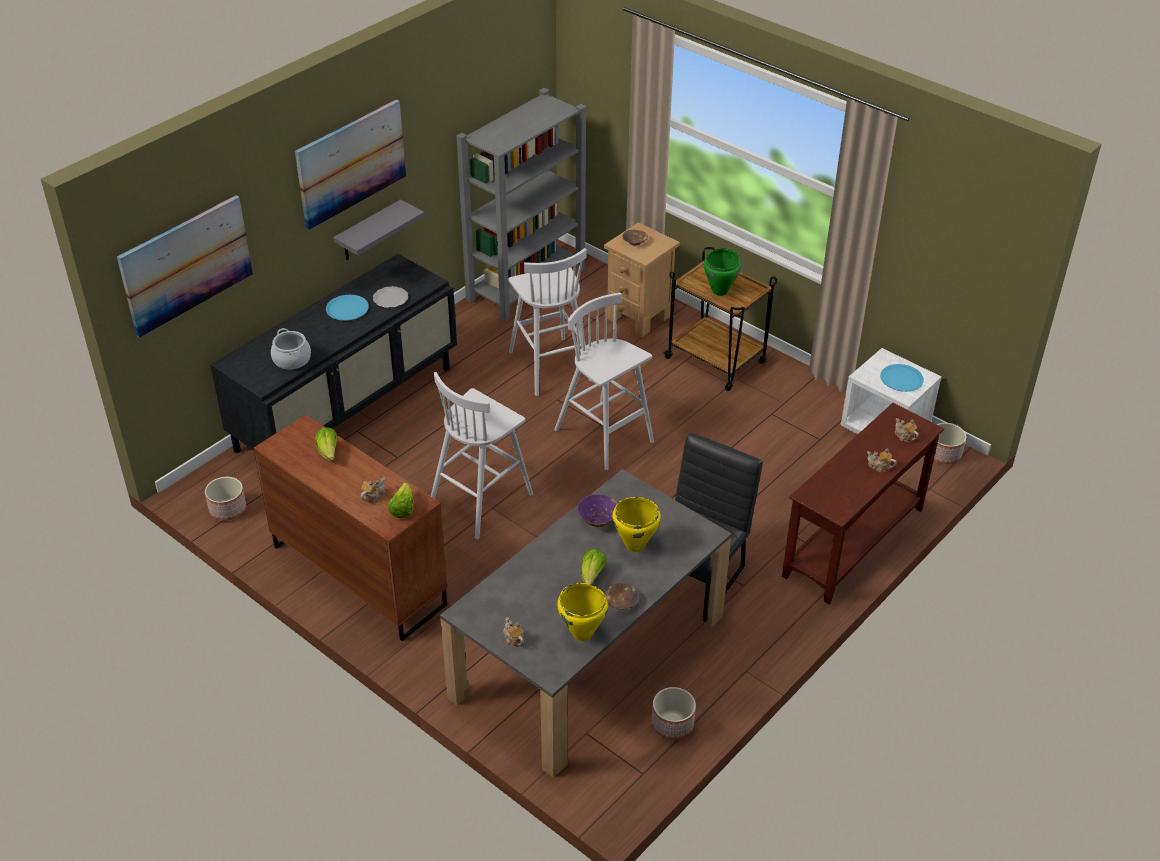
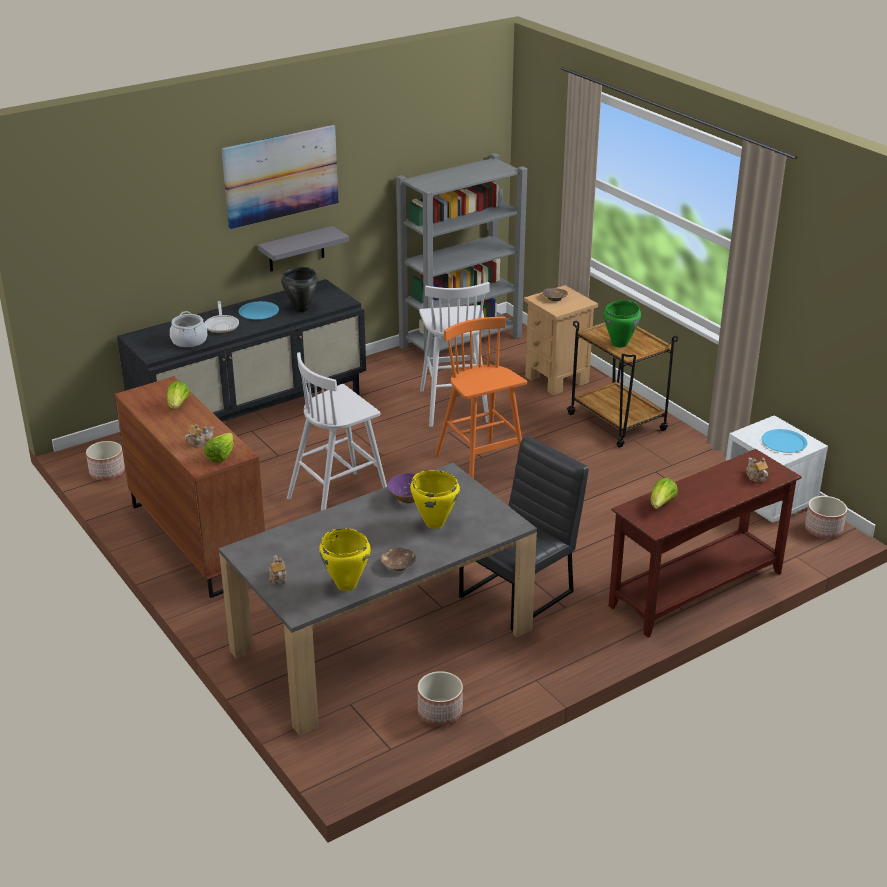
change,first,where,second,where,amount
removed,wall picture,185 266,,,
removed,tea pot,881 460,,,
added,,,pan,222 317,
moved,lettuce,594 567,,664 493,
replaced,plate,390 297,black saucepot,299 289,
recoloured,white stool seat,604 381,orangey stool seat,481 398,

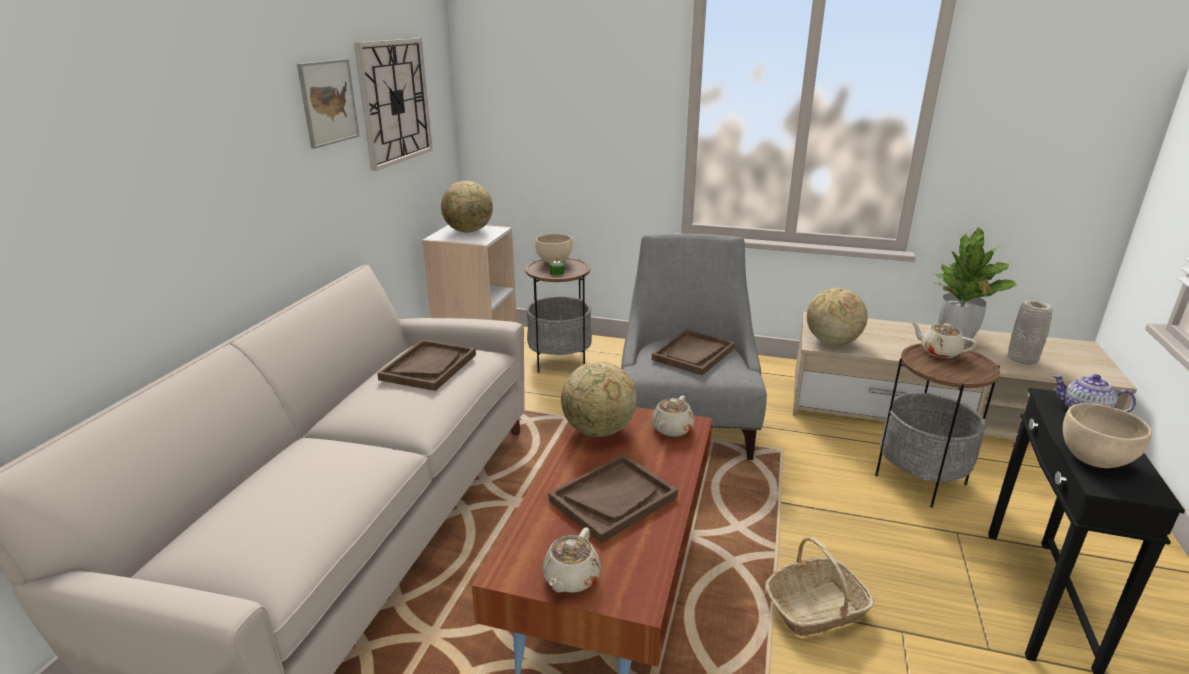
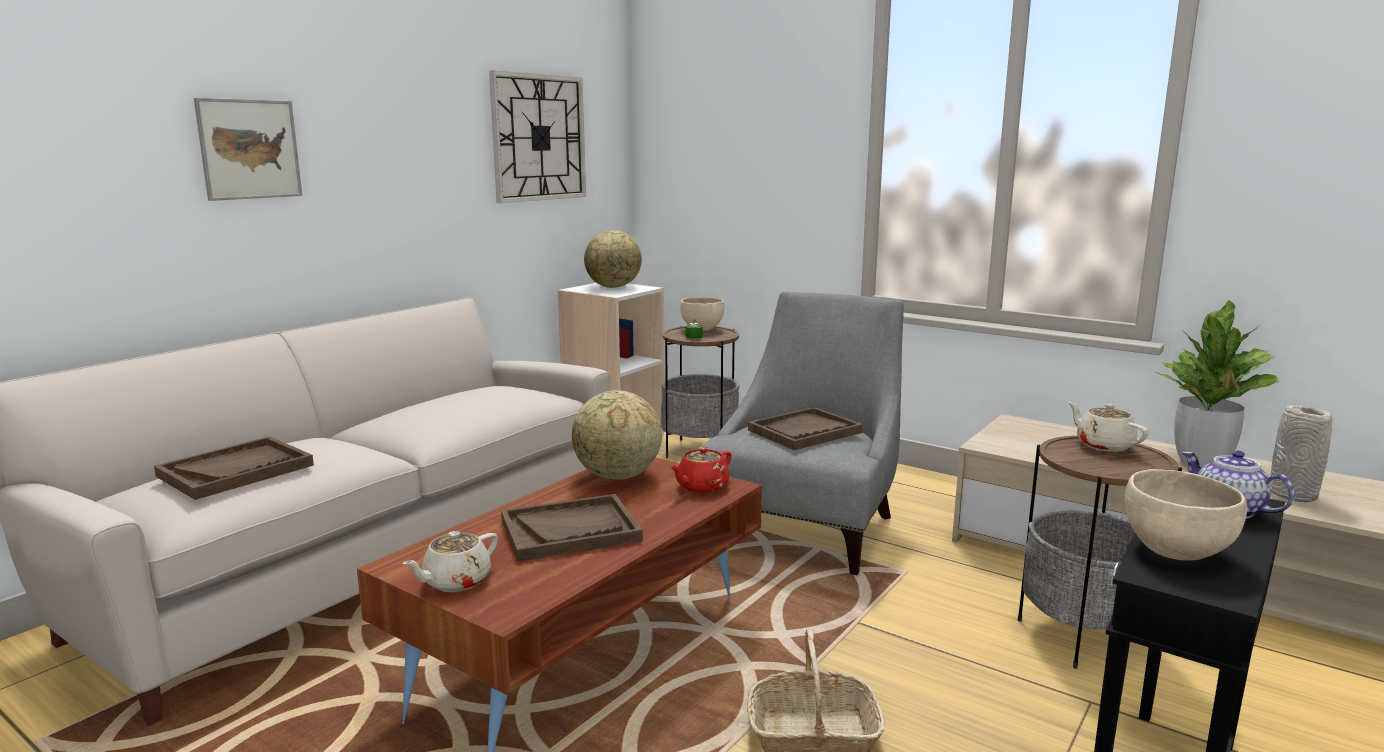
change,first,where,second,where,amount
removed,globe,837 316,,,
moved,wall picture,328 104,,248 149,
moved,brown tray,426 365,,234 468,
recoloured,sand-coloured tea pot,673 416,red-coloured tea pot,700 470,

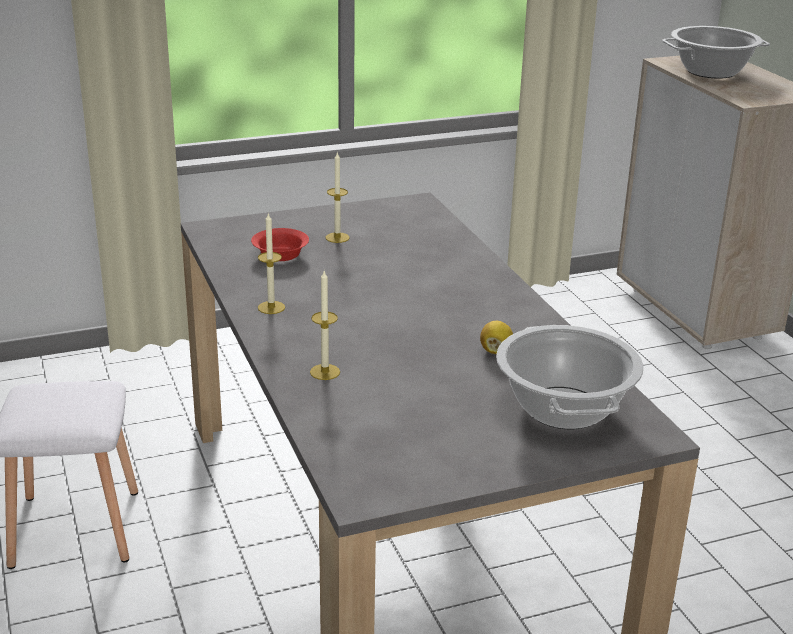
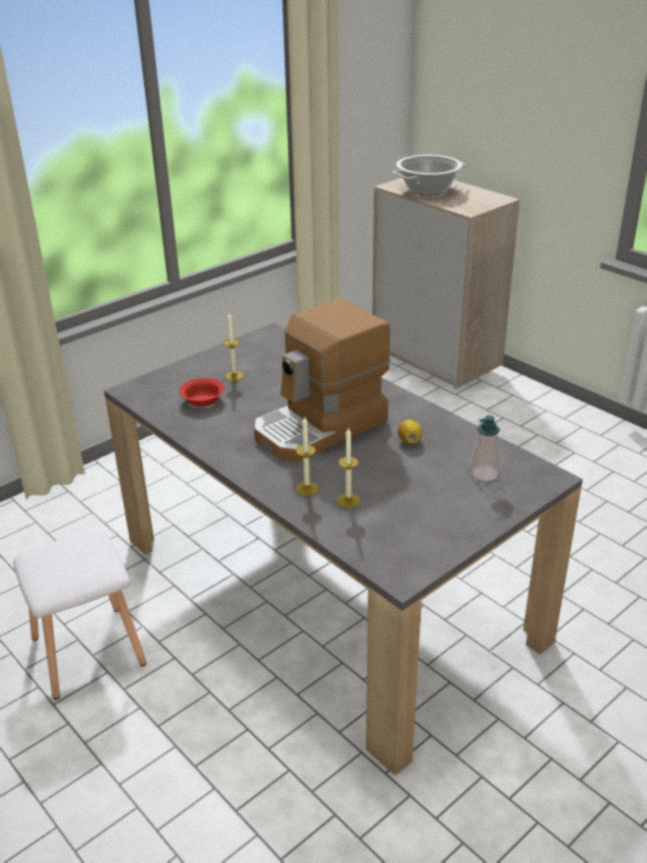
change,first,where,second,where,amount
added,,,coffee machine,322 380,
moved,candle,271 263,,348 467,
replaced,saucepot,570 377,soap bottle,485 448,

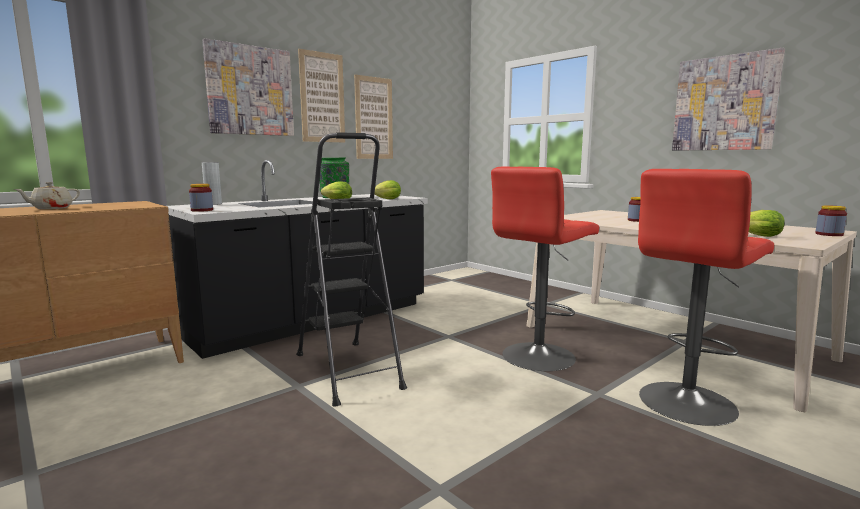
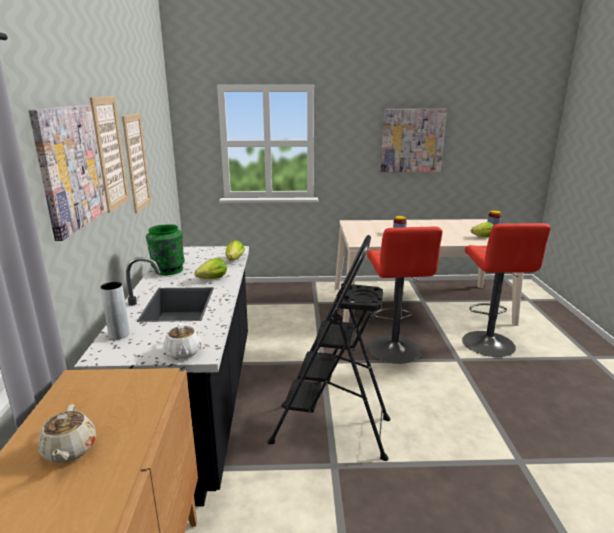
change,first,where,second,where,amount
replaced,preserve jar,201 198,white tea pot,182 341,

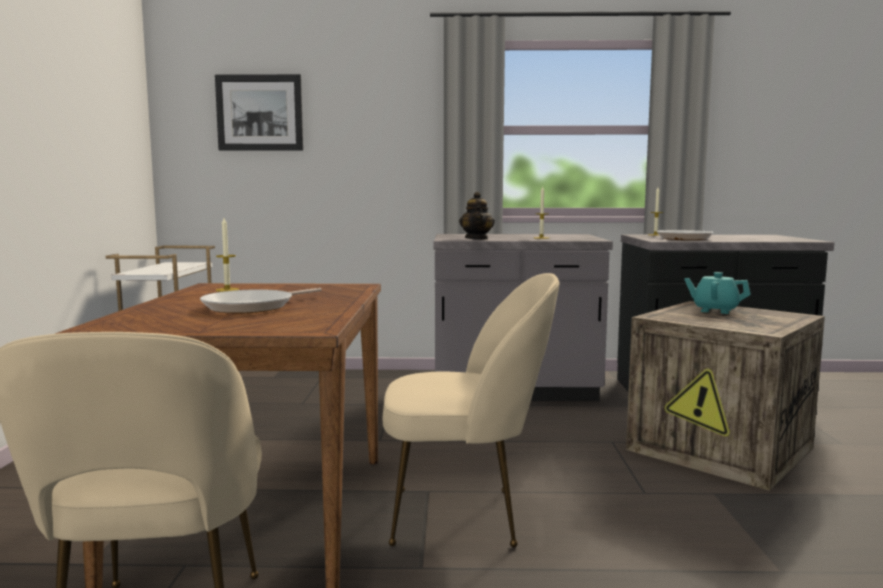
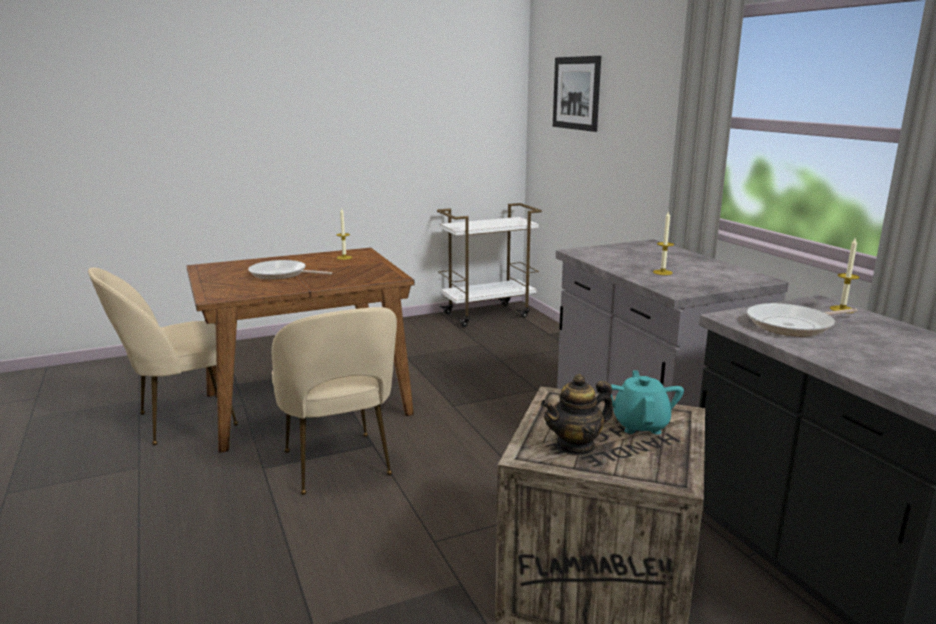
change,first,where,second,where,amount
moved,tea pot,477 216,,577 415,

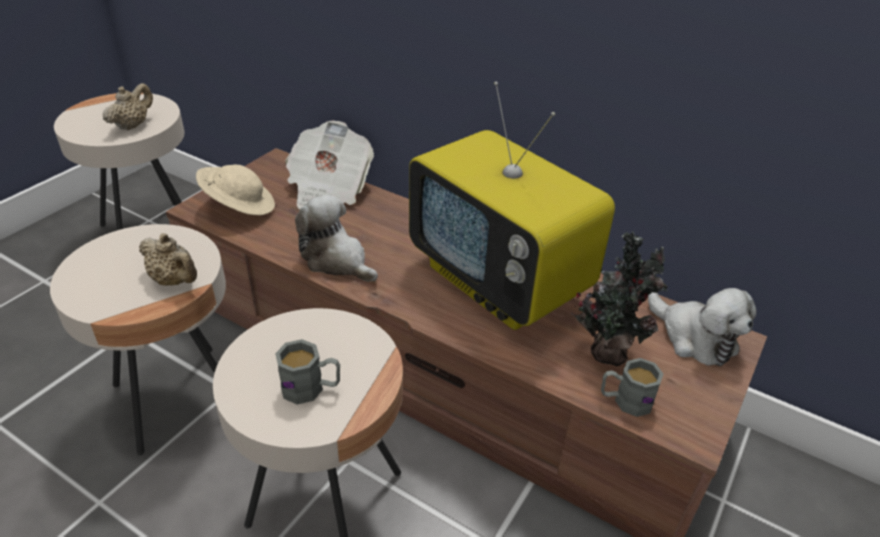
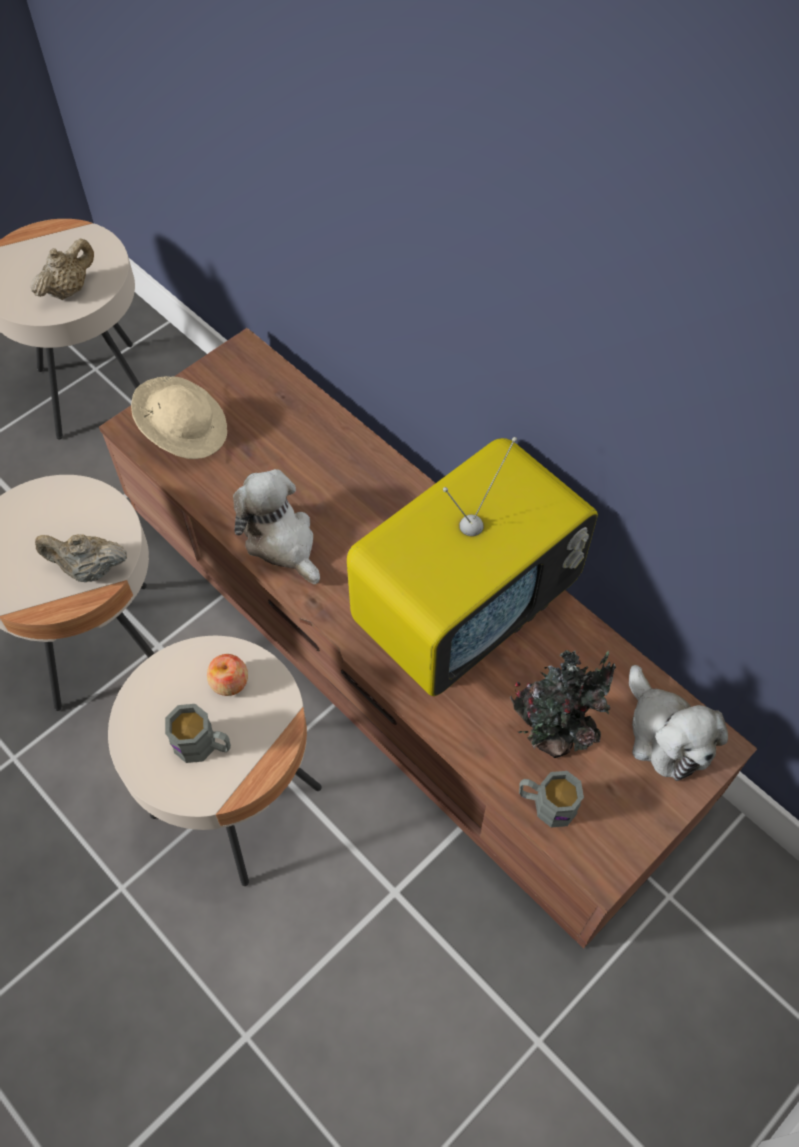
change,first,where,second,where,amount
removed,printed paper,329 165,,,
added,,,apple fruit,227 675,
turned,sand-coloured tea pot,168 259,,81 558,135 degrees clockwise
turned,TV,512 206,,472 566,105 degrees counterclockwise

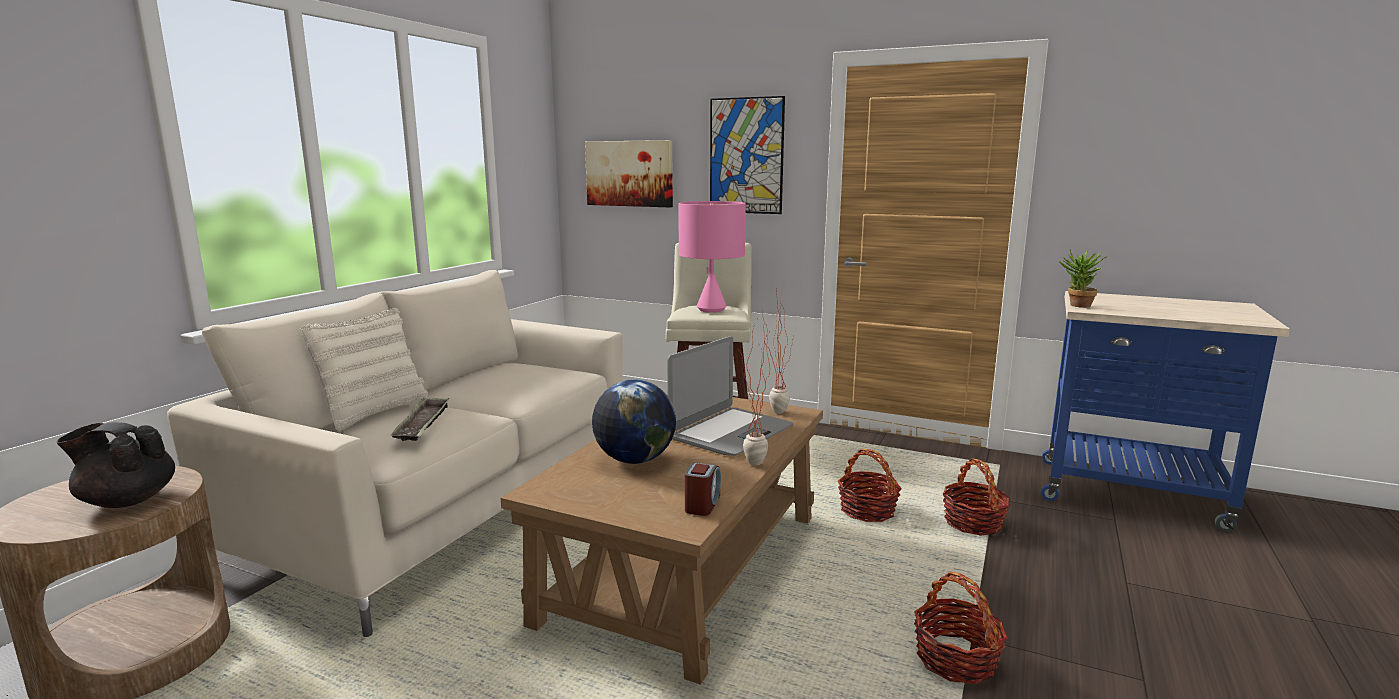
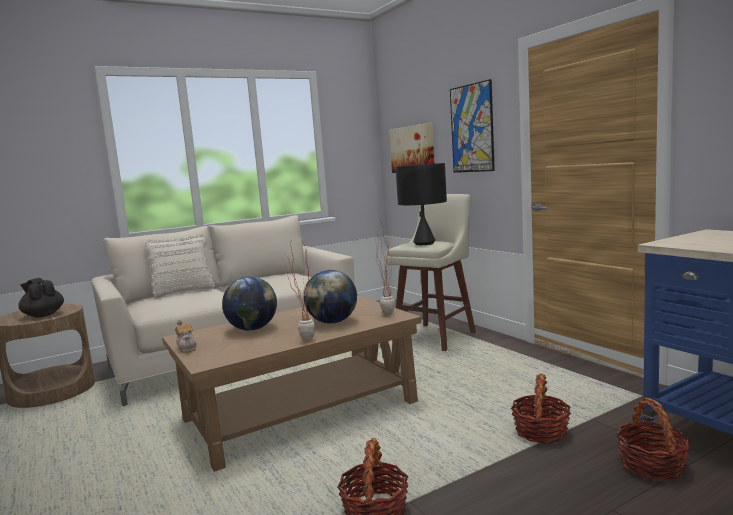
change,first,where,second,where,amount
removed,tray,419 419,,,
removed,alarm clock,703 489,,,
removed,plant in a pot,1083 278,,,
added,,,tea pot,186 336,
moved,storage basket,870 485,,653 439,
replaced,laptop,730 396,globe,330 296,
recoloured,pink-coloured tabletop lamp,712 257,black tabletop lamp,421 204,

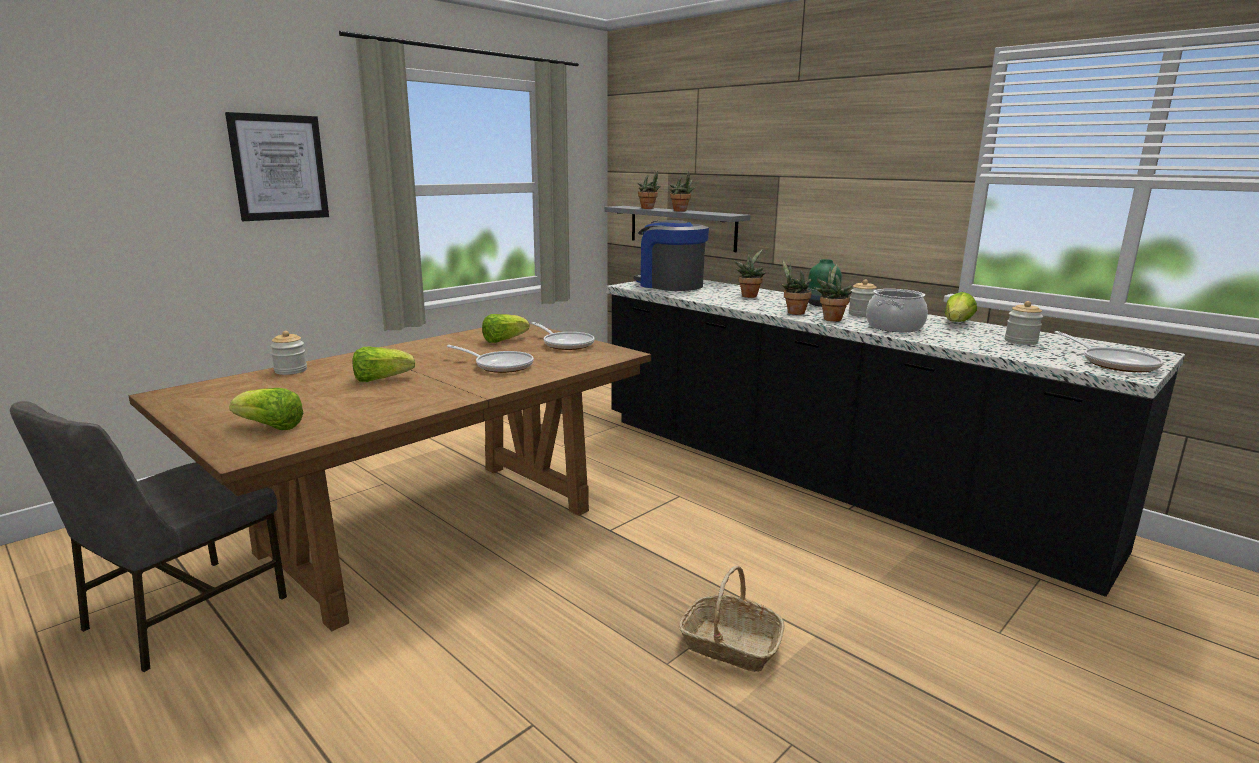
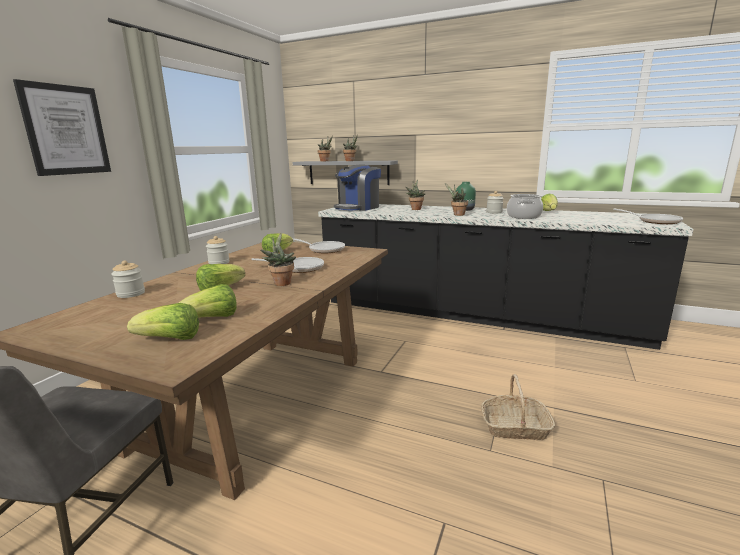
change,first,where,second,where,amount
added,,,lettuce,208 301,
moved,plant in a pot,833 293,,278 259,
moved,preserve jar,1024 323,,217 250,
turned,coffee machine,671 255,,357 187,75 degrees counterclockwise

